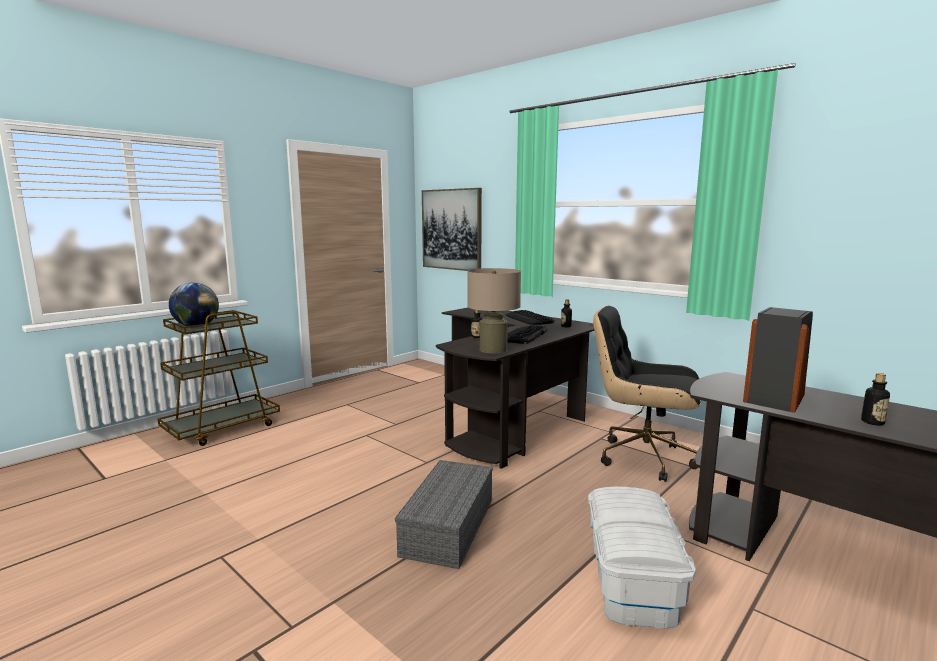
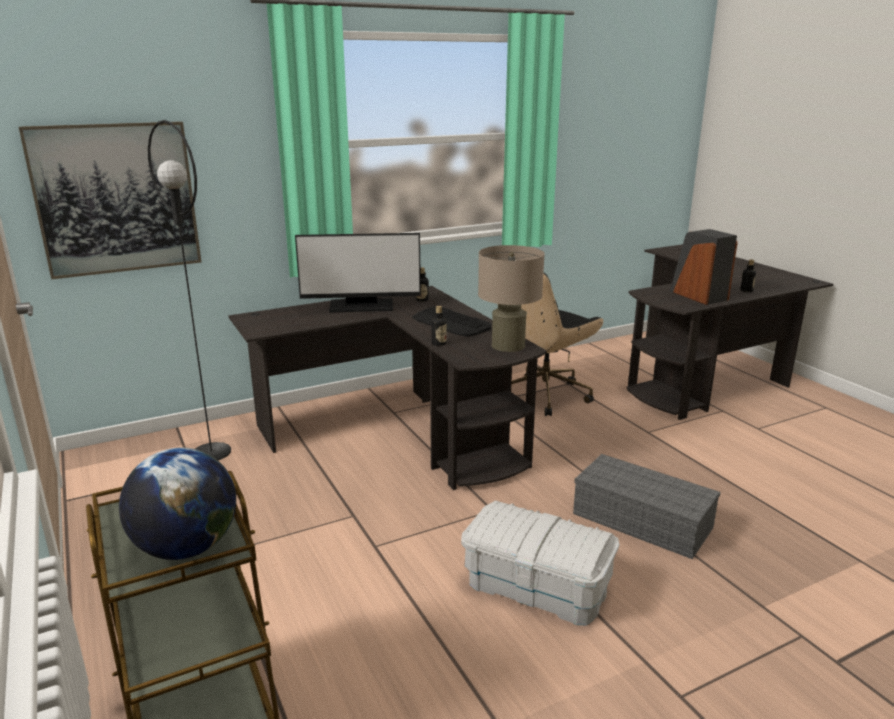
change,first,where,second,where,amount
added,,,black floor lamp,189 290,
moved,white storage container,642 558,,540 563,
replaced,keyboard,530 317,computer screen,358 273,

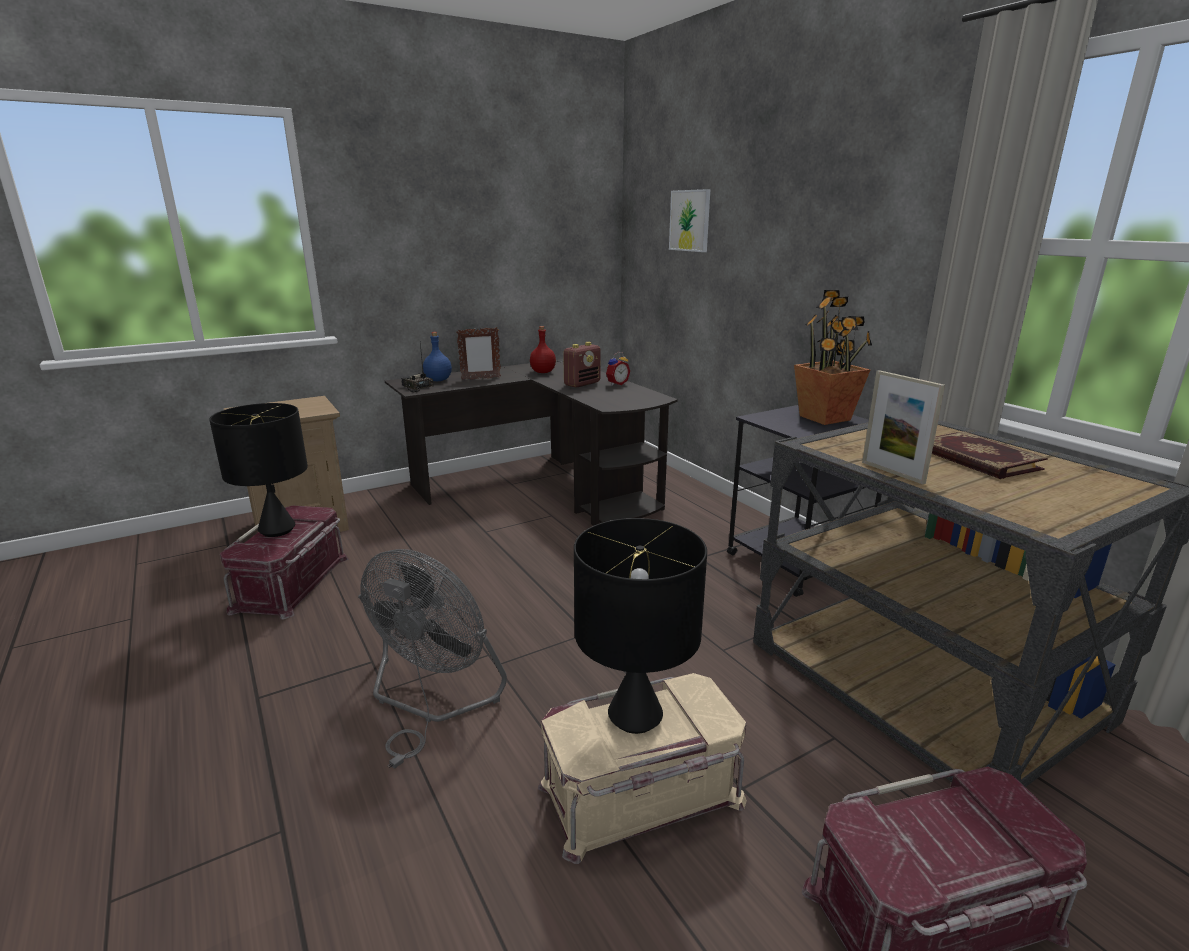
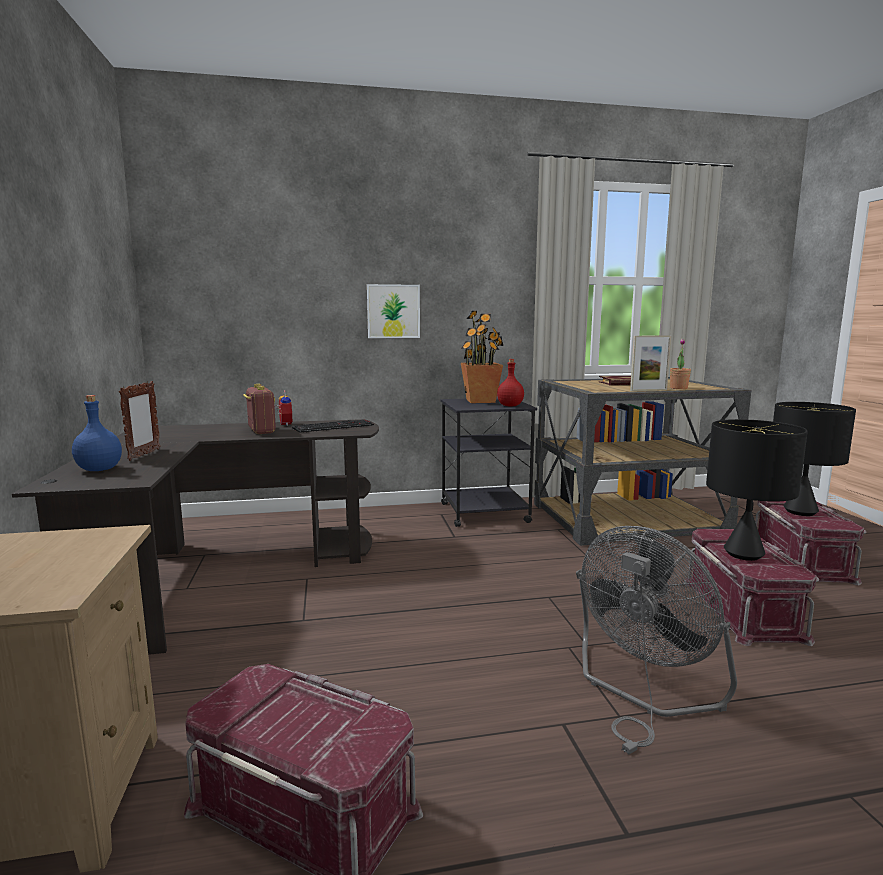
change,first,where,second,where,amount
removed,radio set,417 366,,,
added,,,keyboard,333 426,
added,,,plant in a pot,680 364,
moved,black tabletop lamp,258 470,,814 459,
moved,red-coloured bottle,543 349,,510 383,
moved,wall picture,689 220,,393 311,
recoloured,sand-coloured storage container,642 768,red-coloured storage container,751 587,
turned,gray cooling fan,432 659,,656 640,90 degrees clockwise

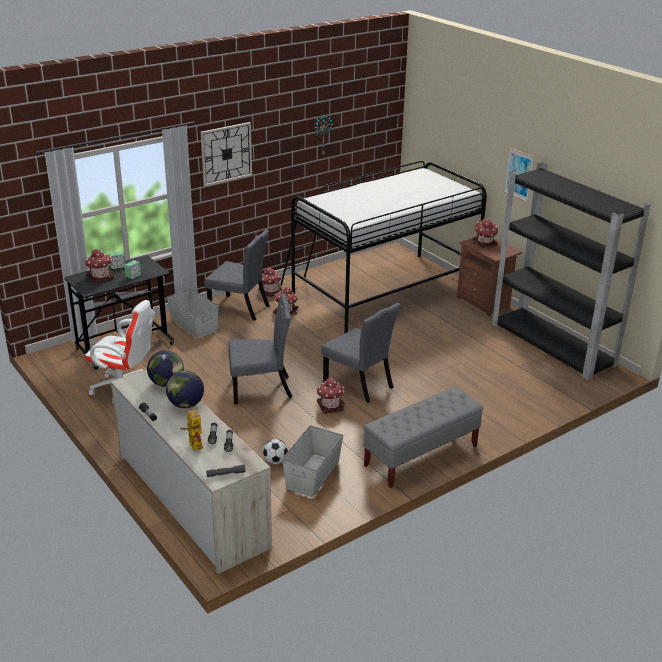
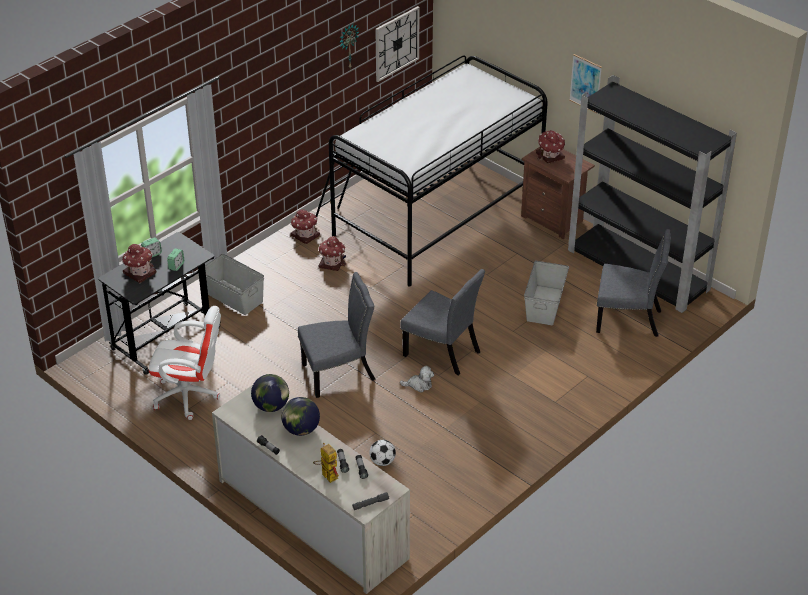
change,first,where,second,where,amount
removed,gray bench,423 437,,,
moved,hanging clock,226 154,,397 44,
moved,gray chair,237 275,,633 283,
moved,gray storage container,313 461,,546 293,
replaced,miniature house,331 396,plush toy,417 379,

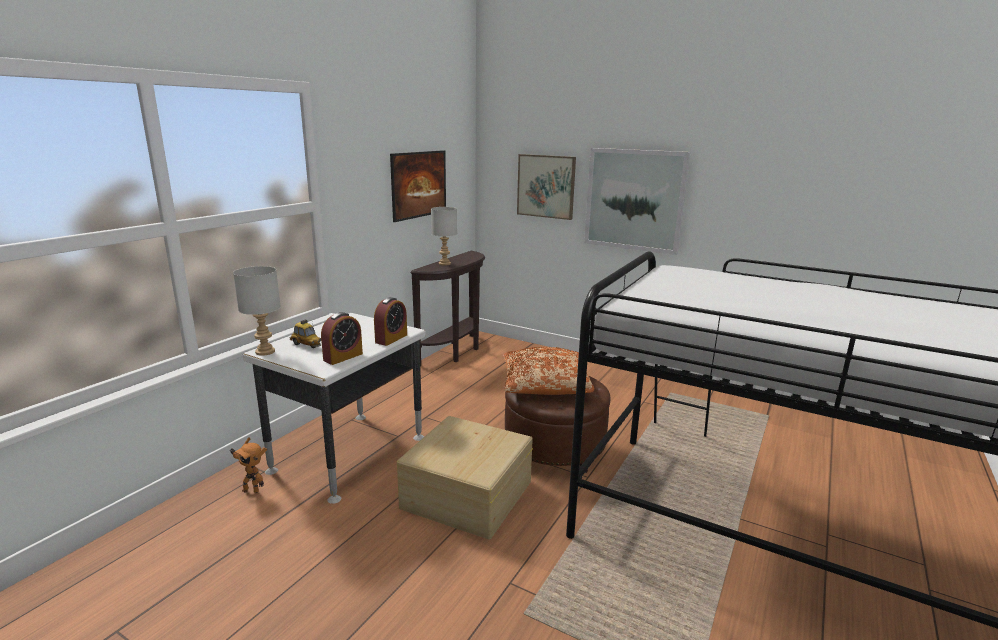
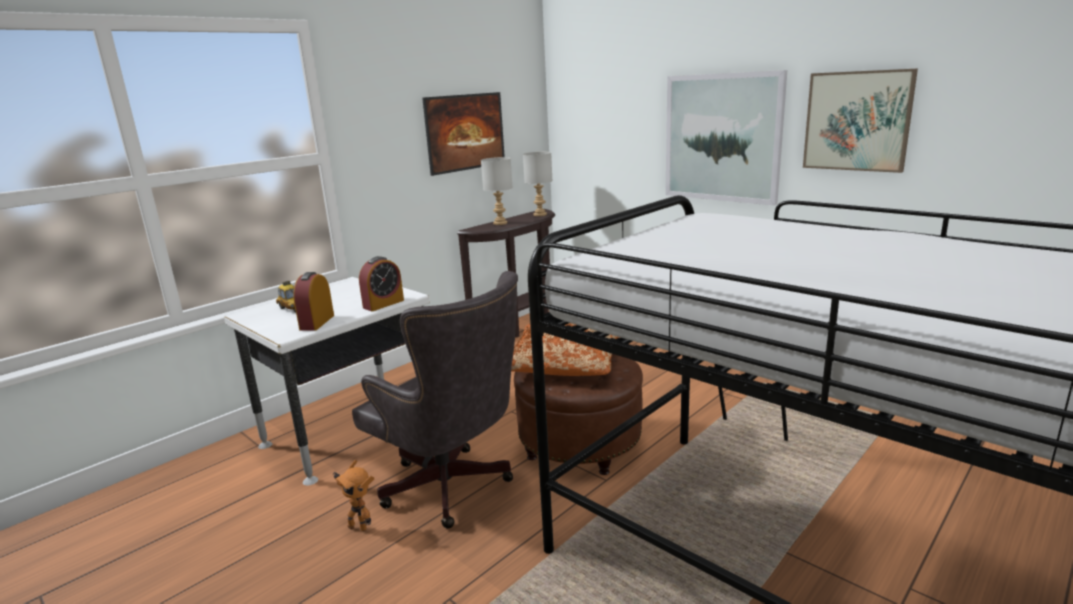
change,first,where,second,where,amount
moved,robot figure,248 465,,353 495,
moved,gray tabletop lamp,257 311,,538 184,
moved,wall picture,546 187,,860 120,
replaced,sand-coloured storage container,465 477,gray desk chair,435 400,
turned,alarm clock,342 338,,313 301,135 degrees clockwise

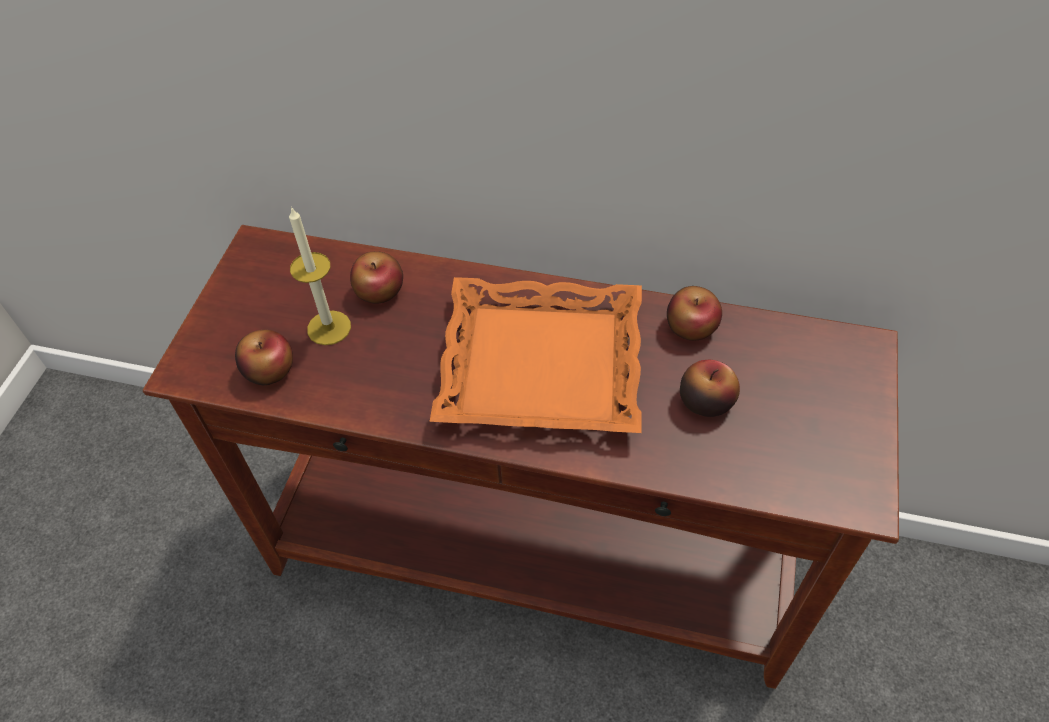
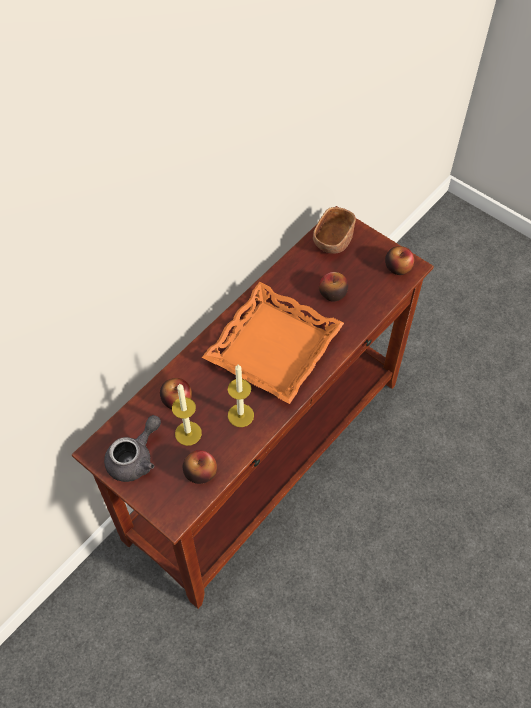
change,first,where,second,where,amount
added,,,gray tea pot,132 448,
added,,,candle,241 395,
added,,,brown bowl,334 230,
moved,apple fruit,694 313,,399 260,

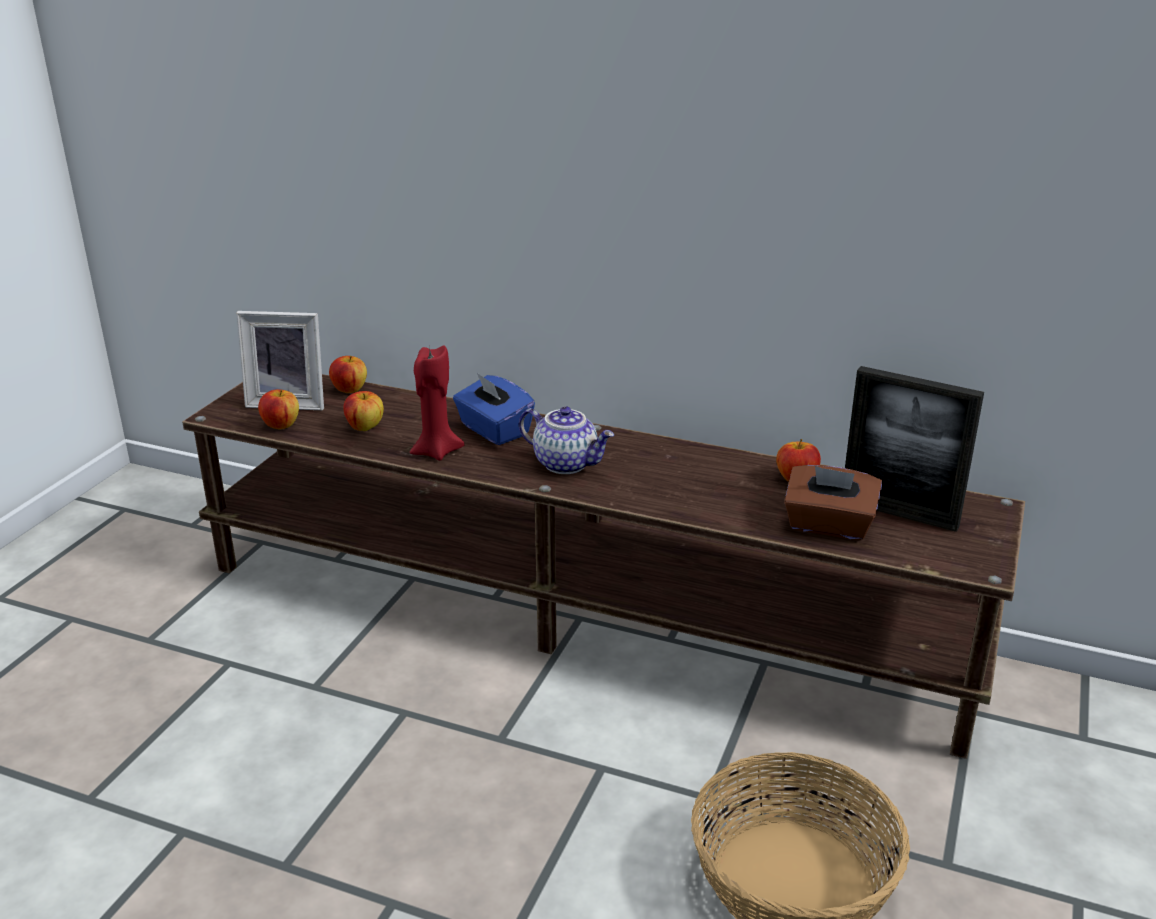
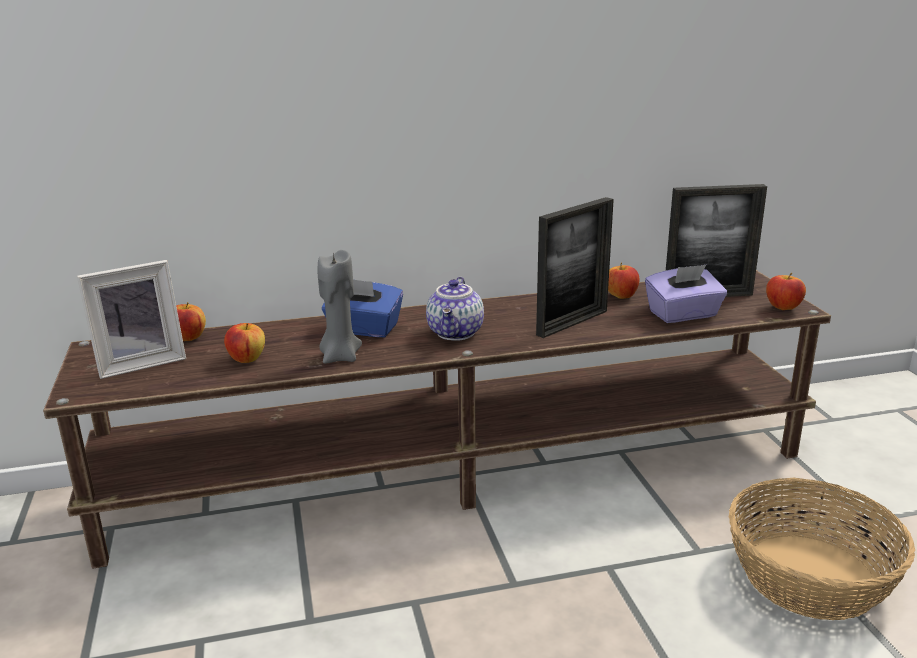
change,first,where,second,where,amount
added,,,standing frame,575 267,
moved,apple fruit,278 409,,786 291,
recoloured,red-coloured candle,437 403,gray candle,340 307,
recoloured,brown tissue box,833 502,purple-coloured tissue box,686 294,
turned,tea pot,566 440,,455 309,105 degrees clockwise

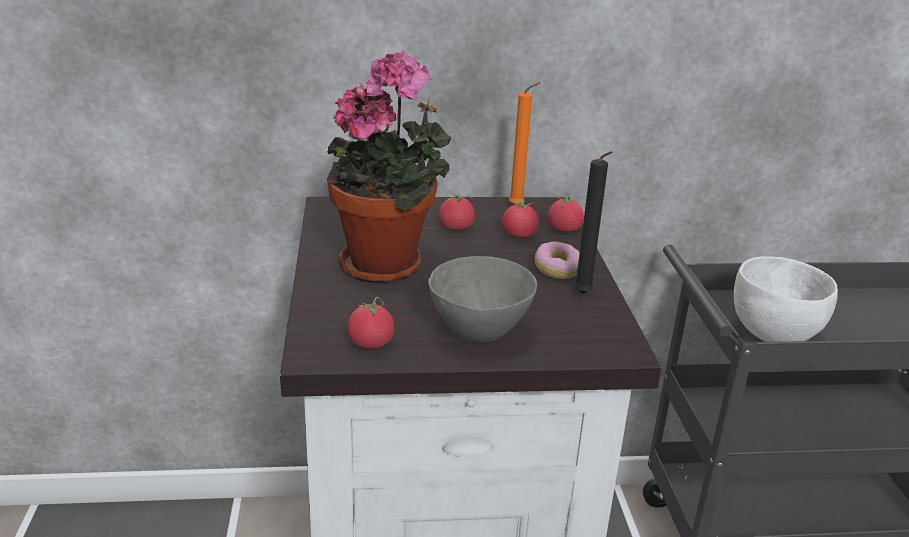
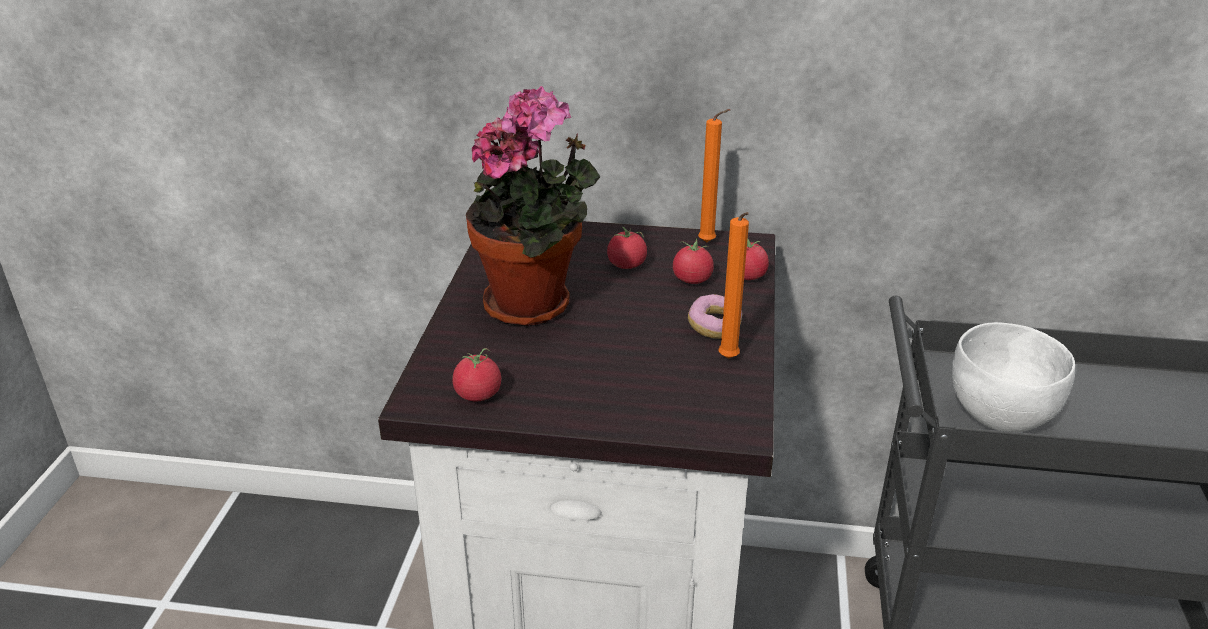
change,first,where,second,where,amount
removed,gray bowl,482 299,,,
recoloured,black candle,593 222,orangey candle,734 285,

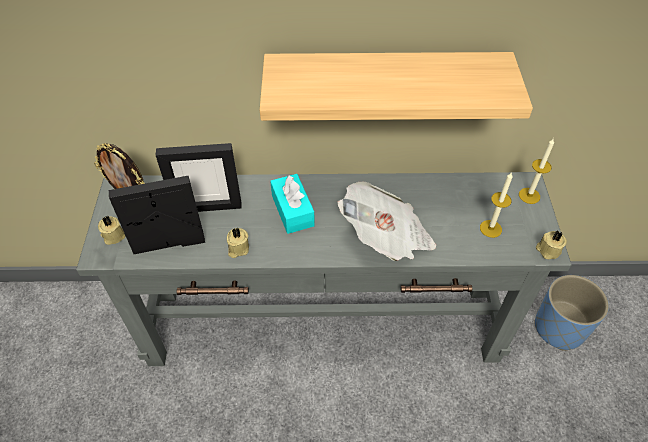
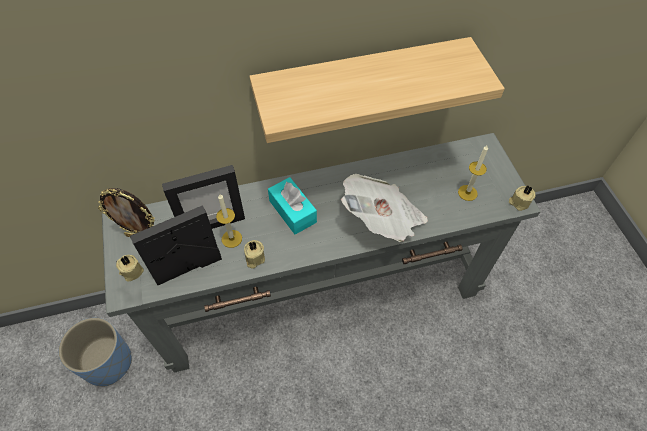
change,first,where,second,where,amount
moved,candle,536 171,,229 221,
moved,blue planter,572 312,,95 352,

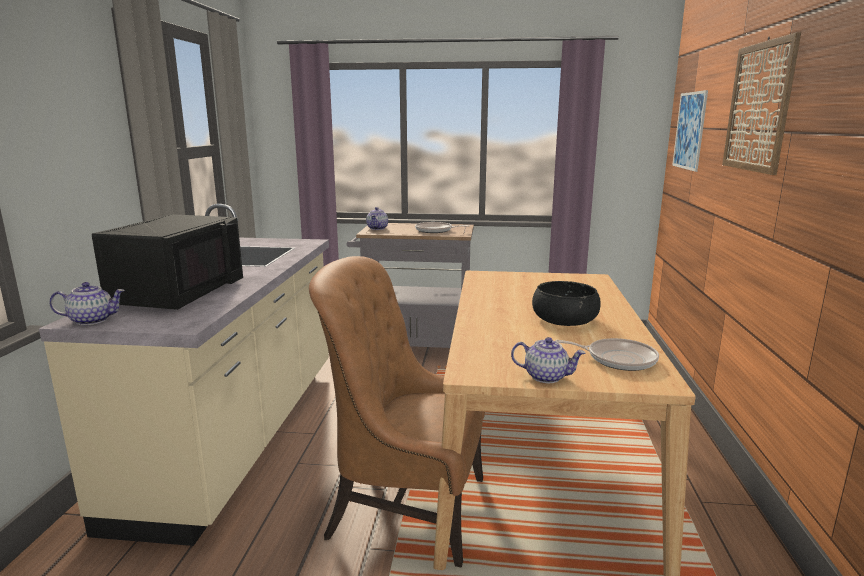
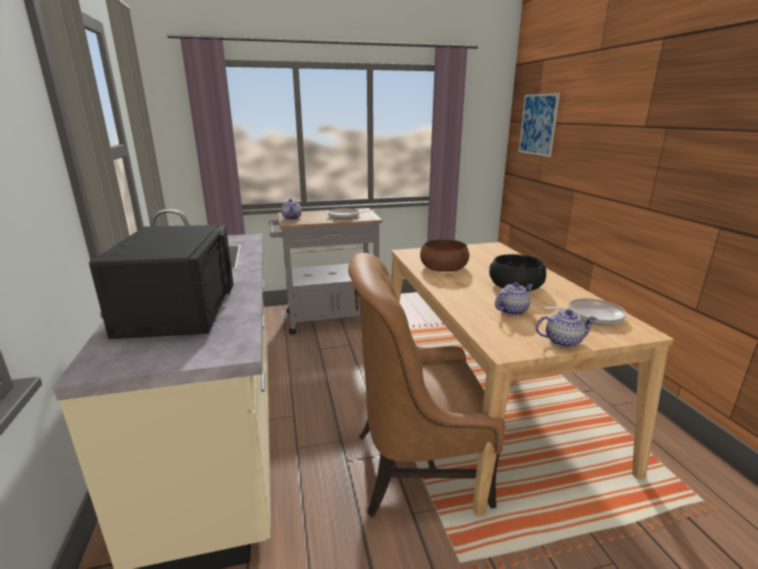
change,first,where,second,where,amount
removed,wall picture,761 103,,,
added,,,brown bowl,444 255,
moved,tea pot,87 303,,514 298,

